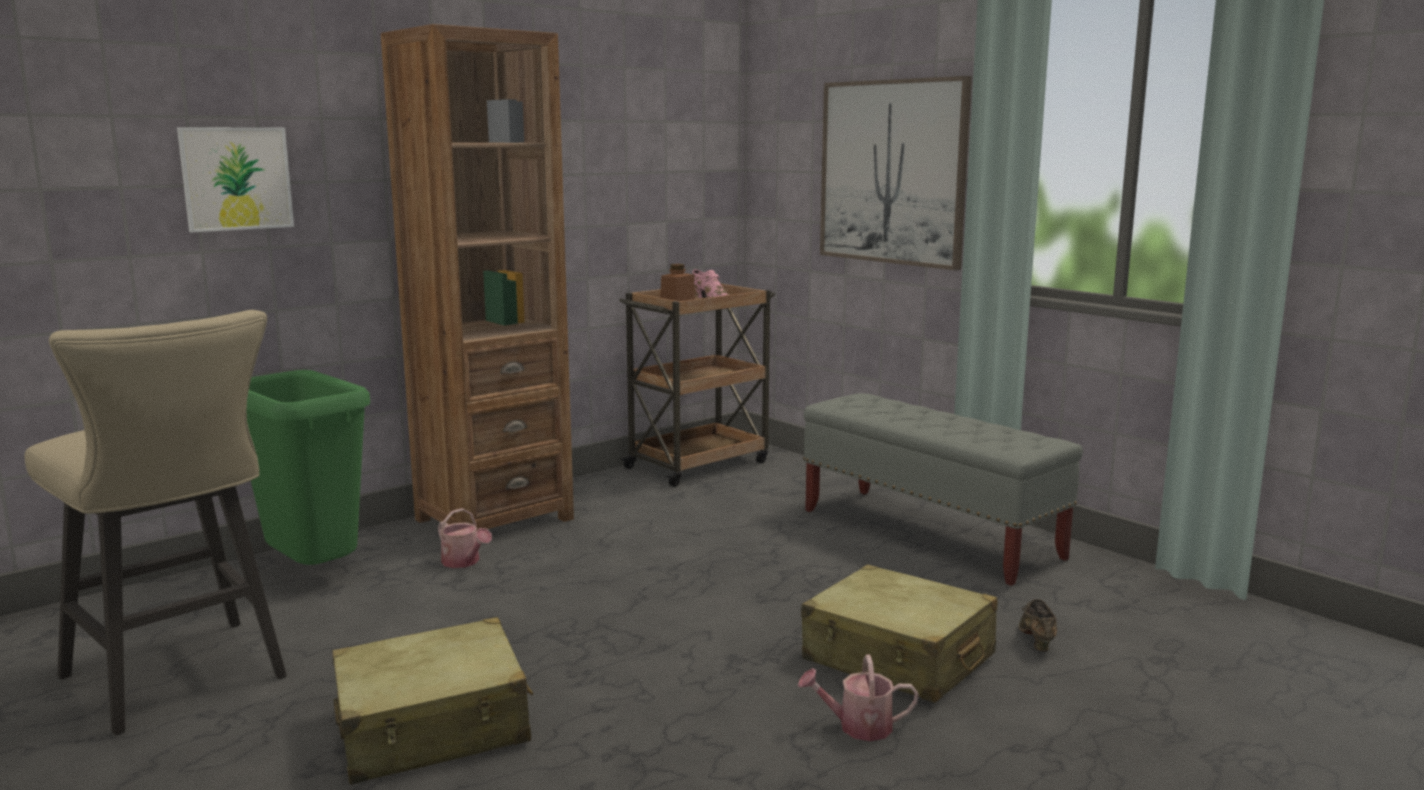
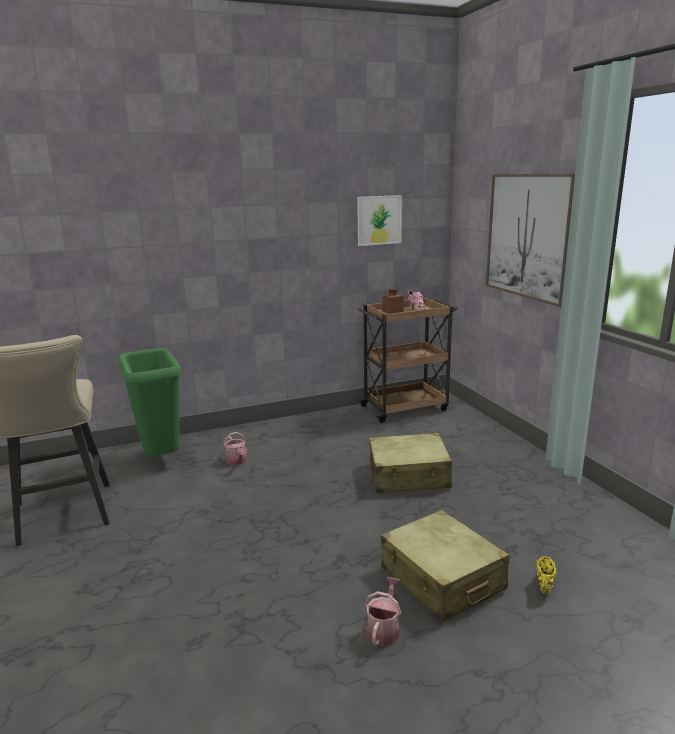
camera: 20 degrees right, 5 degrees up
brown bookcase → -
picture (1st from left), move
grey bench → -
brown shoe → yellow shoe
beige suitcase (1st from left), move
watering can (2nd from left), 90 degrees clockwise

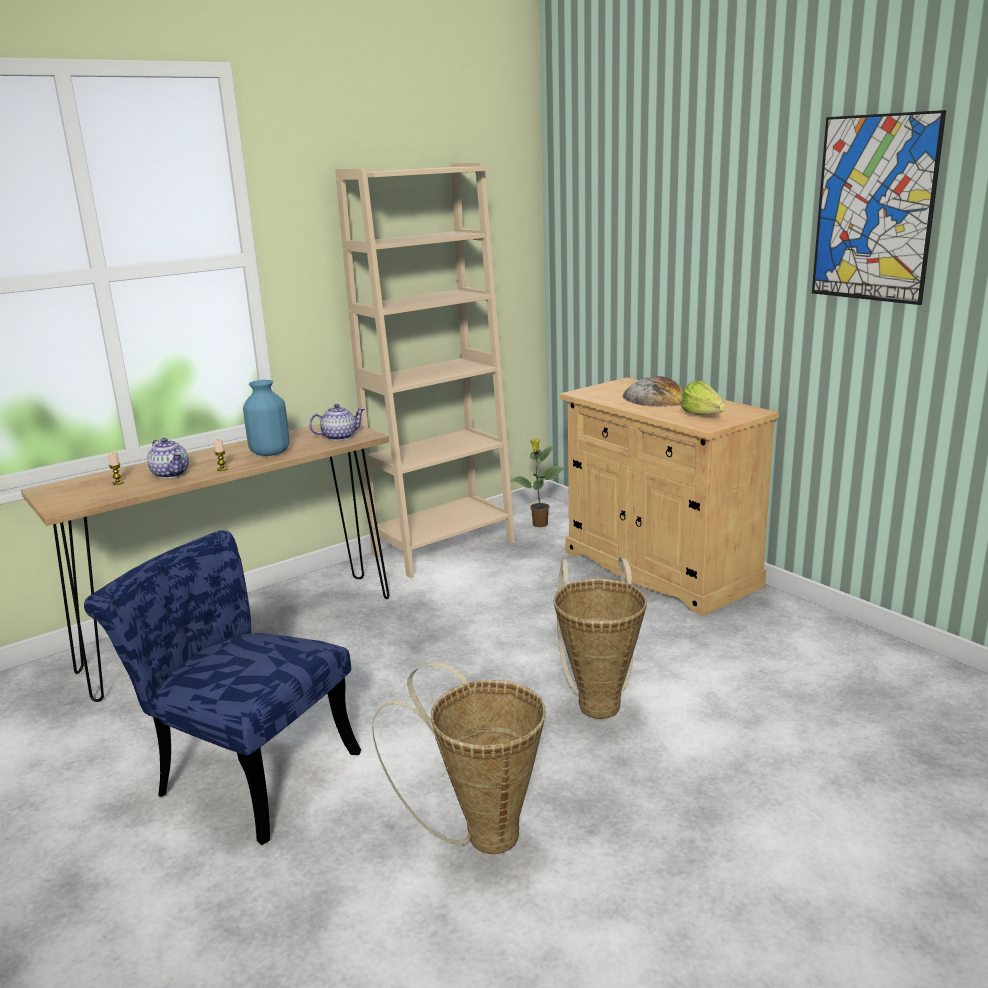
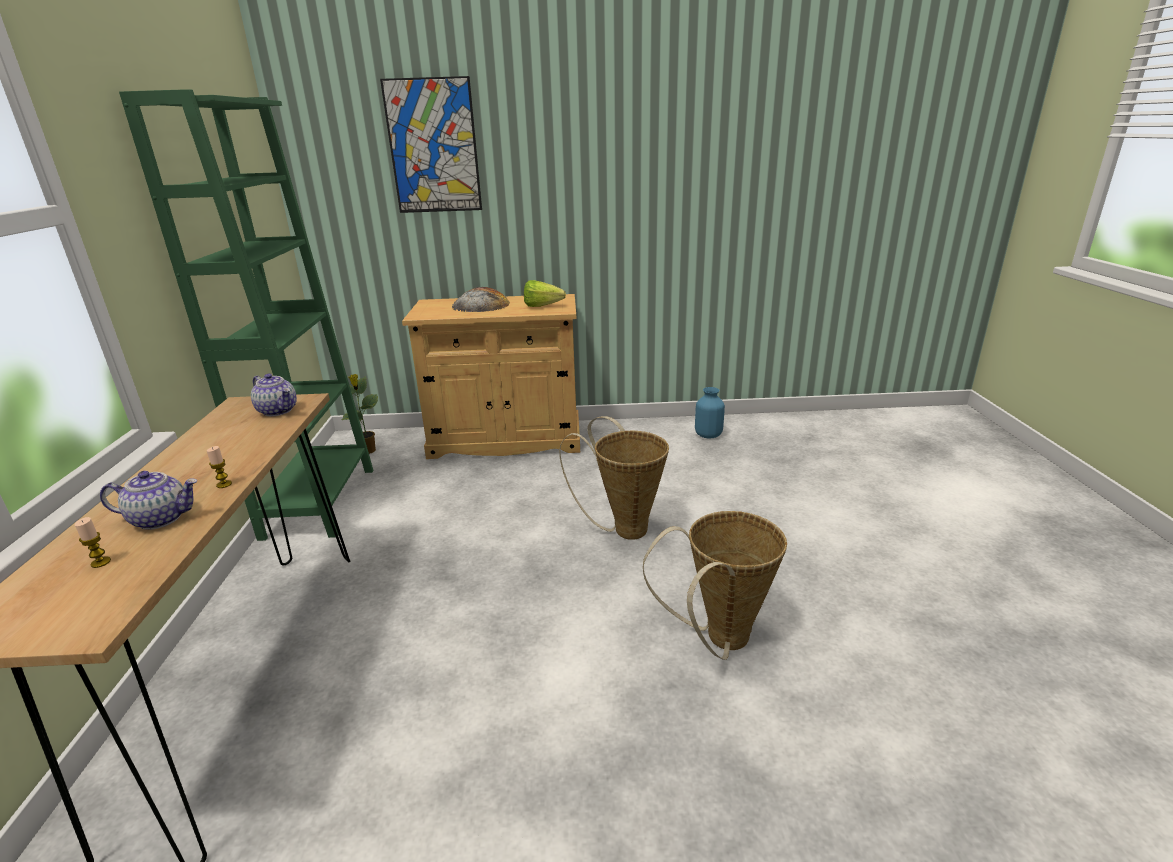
camera: 55 degrees left, 5 degrees up
picture, move
beige bookcase → green bookcase
blue vase, move
teapot (2nd from left), 120 degrees clockwise
blue chair → -

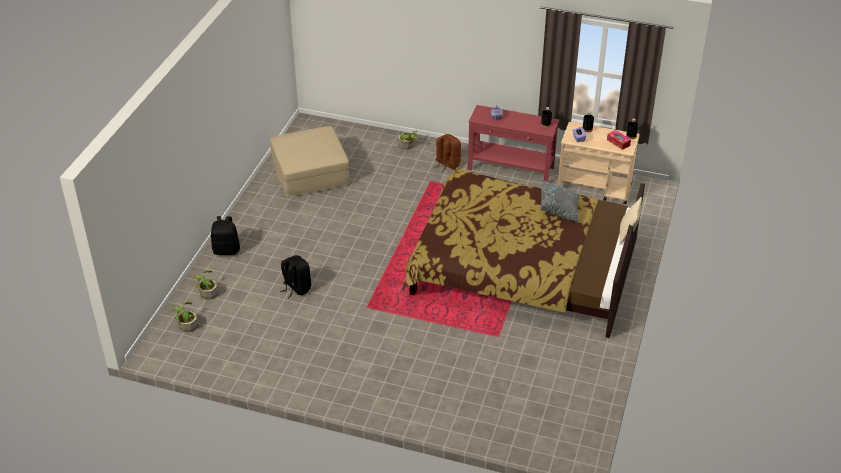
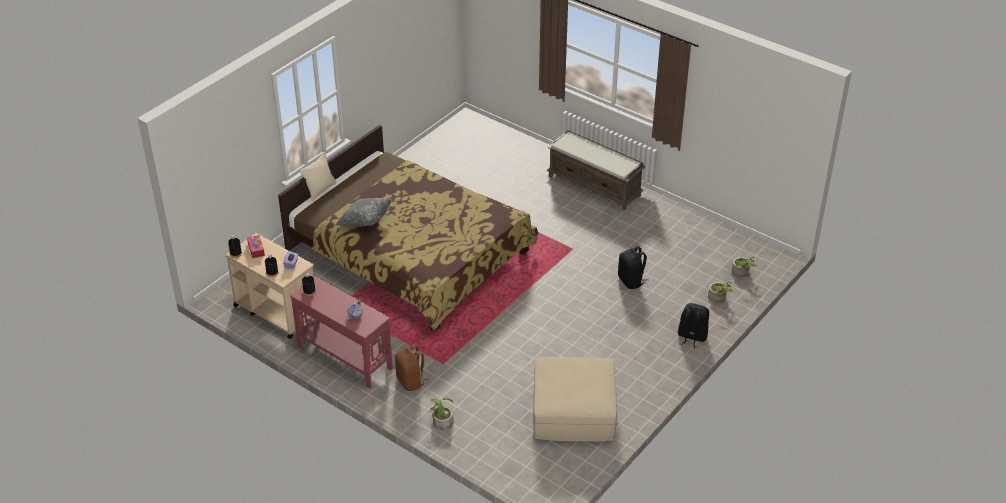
camera: 160 degrees left, 0 degrees up
- → brown bench

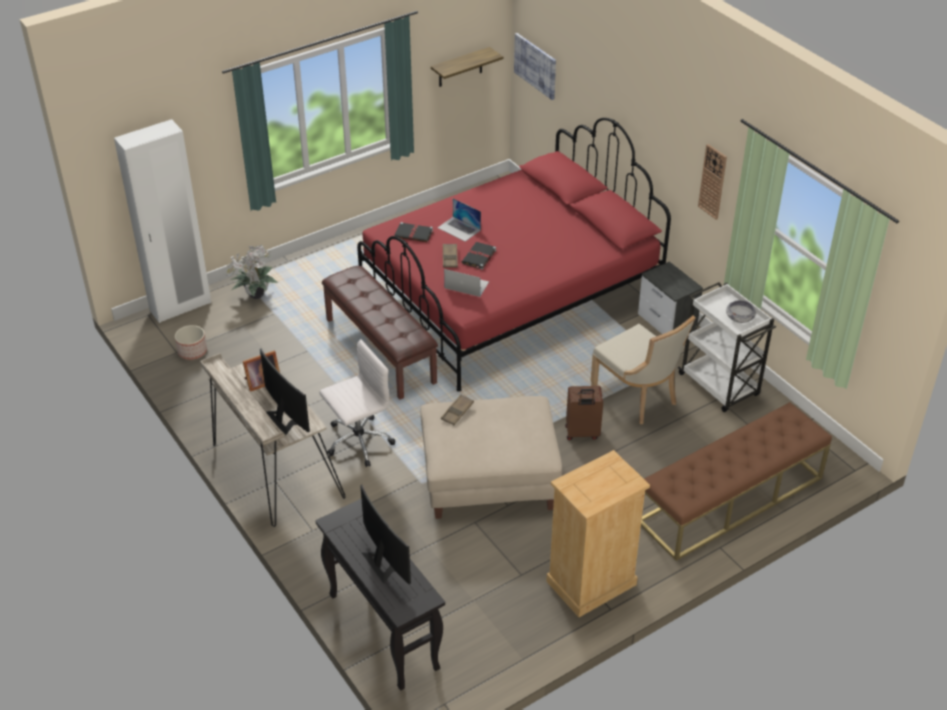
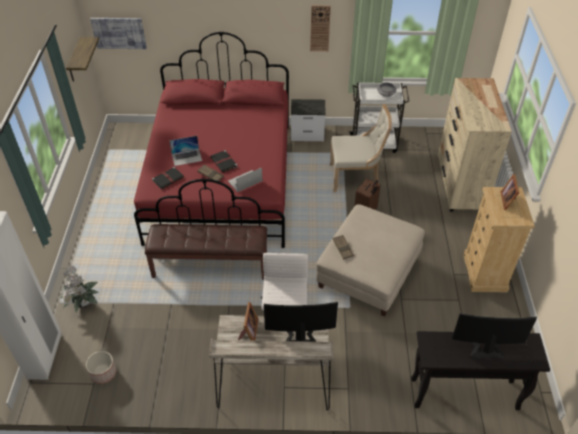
camera: 55 degrees left, 5 degrees up
brown bench (2nd from left) → beige dresser (1st from left)
- → picture frame (2nd from left)

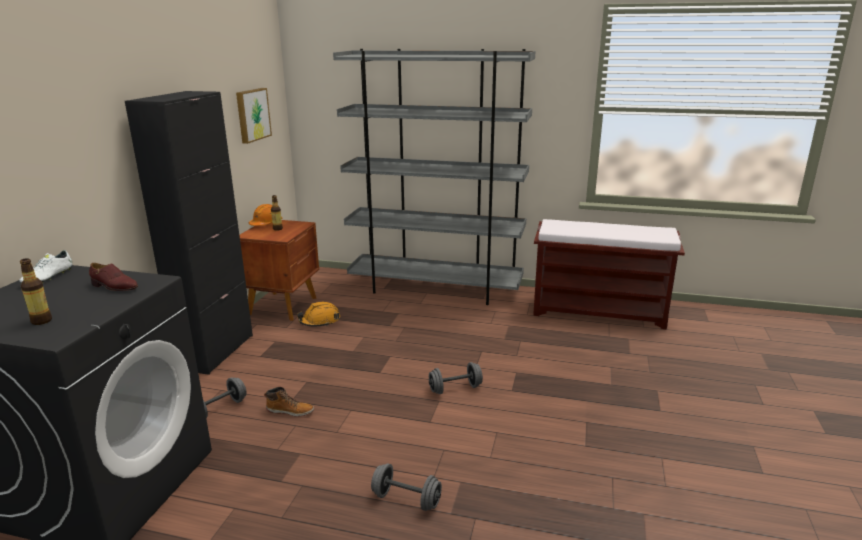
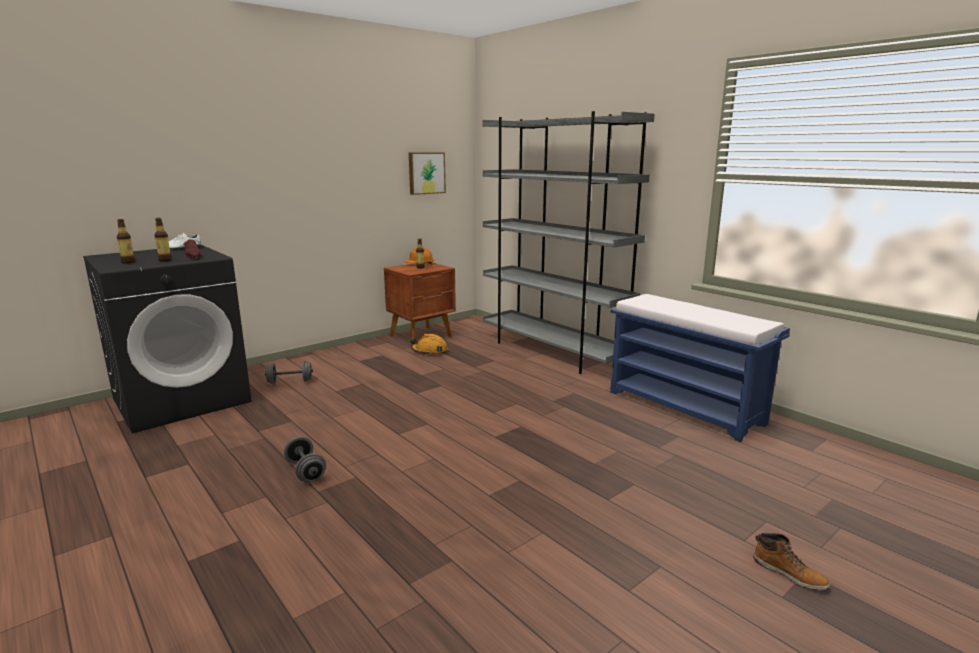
camera: 35 degrees right, 5 degrees down
black cabinet → -
brown bench → blue bench
grey dumbbell (3rd from left) → -
boot, move
- → bottle (2nd from left)

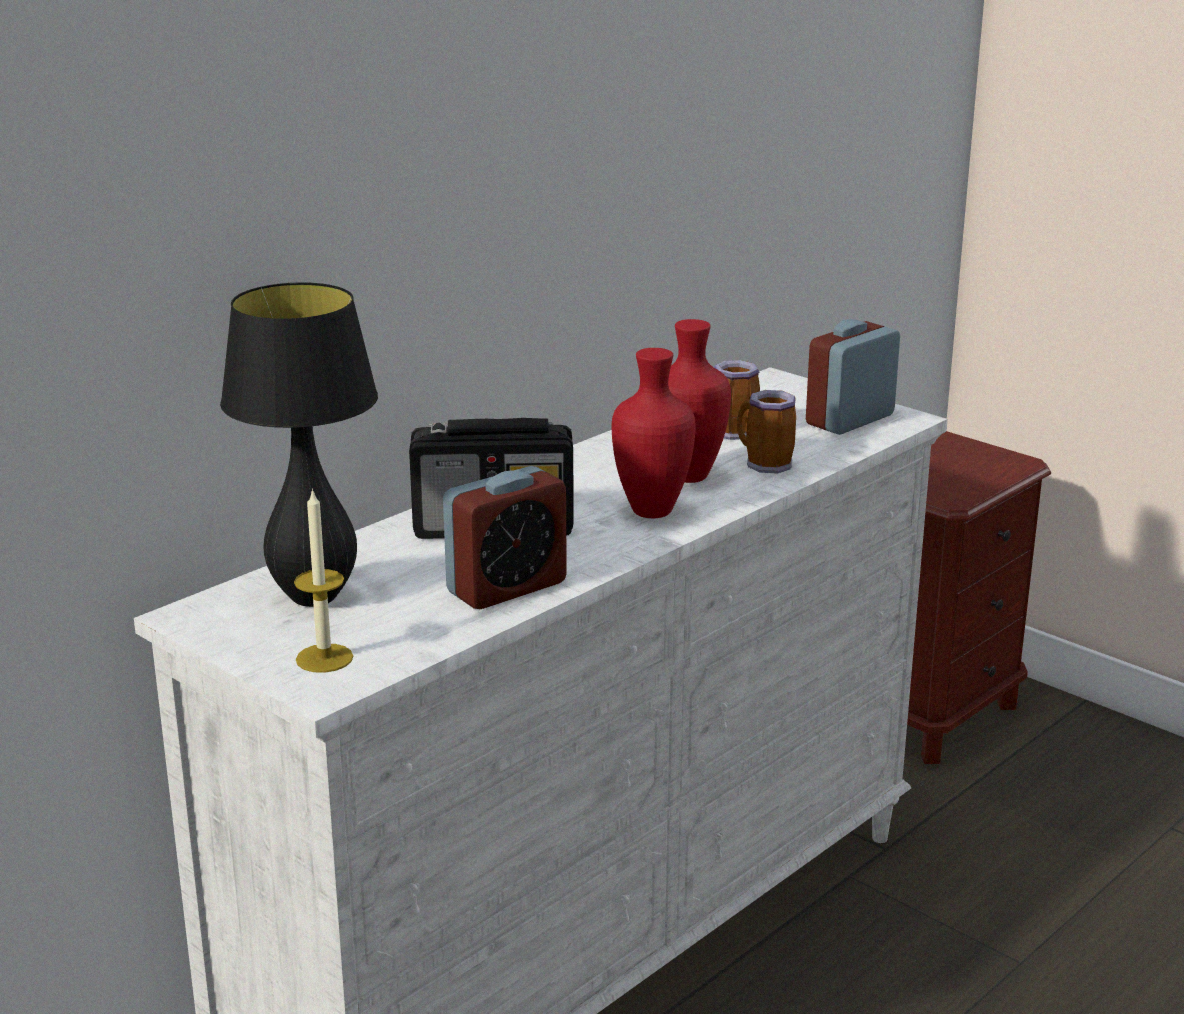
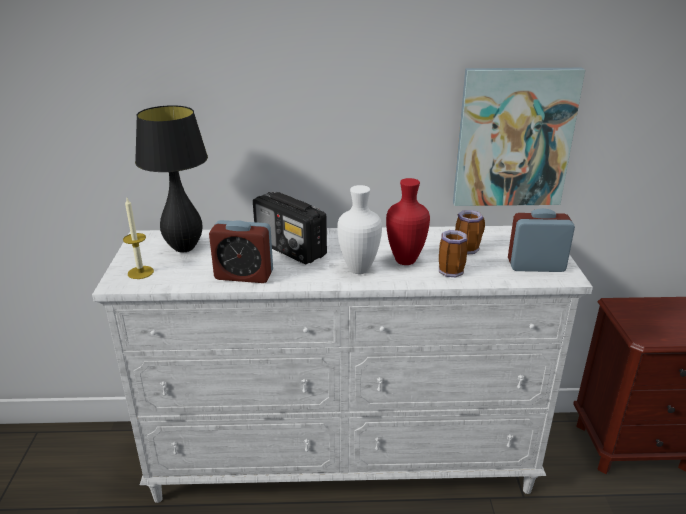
camera: 45 degrees right, 5 degrees up
red vase (1st from left) → white vase
- → picture

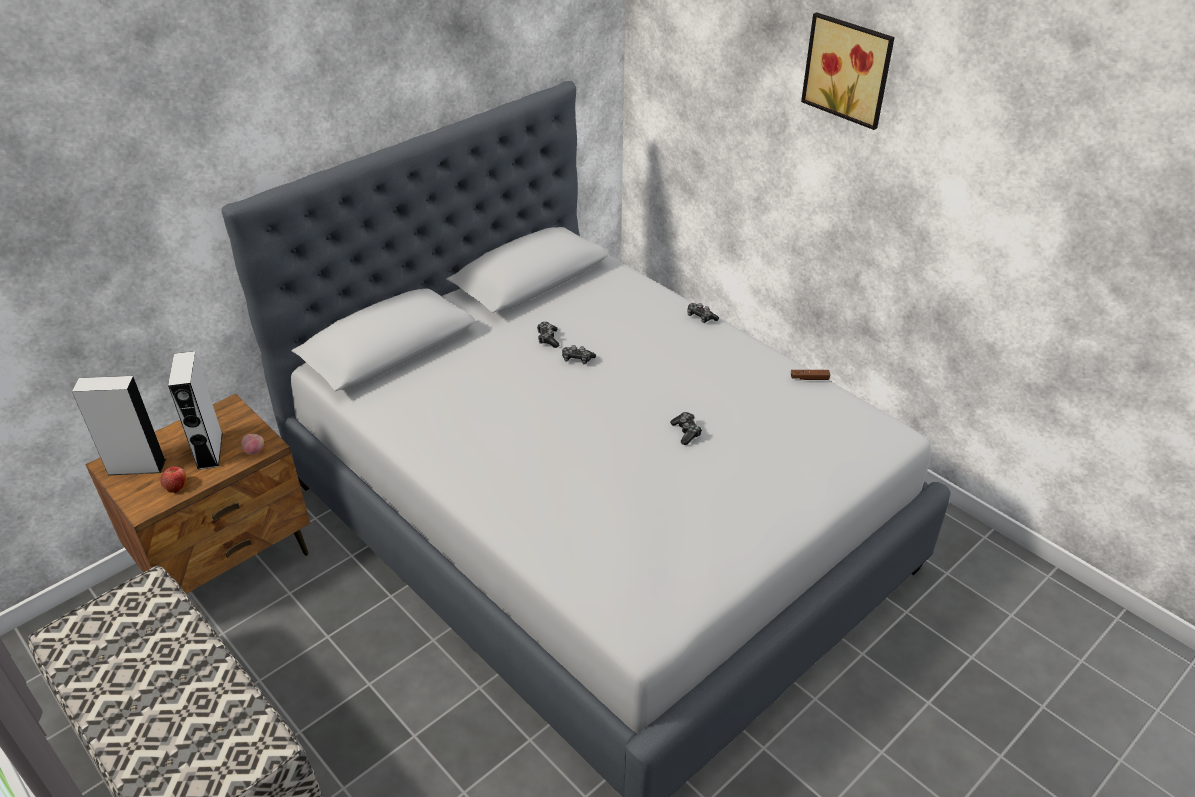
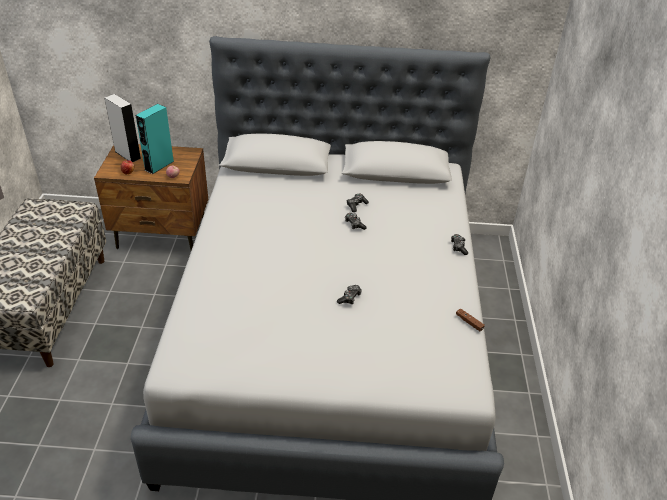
camera: 45 degrees right, 0 degrees up
picture → -
grey speaker (2nd from left) → turquoise speaker

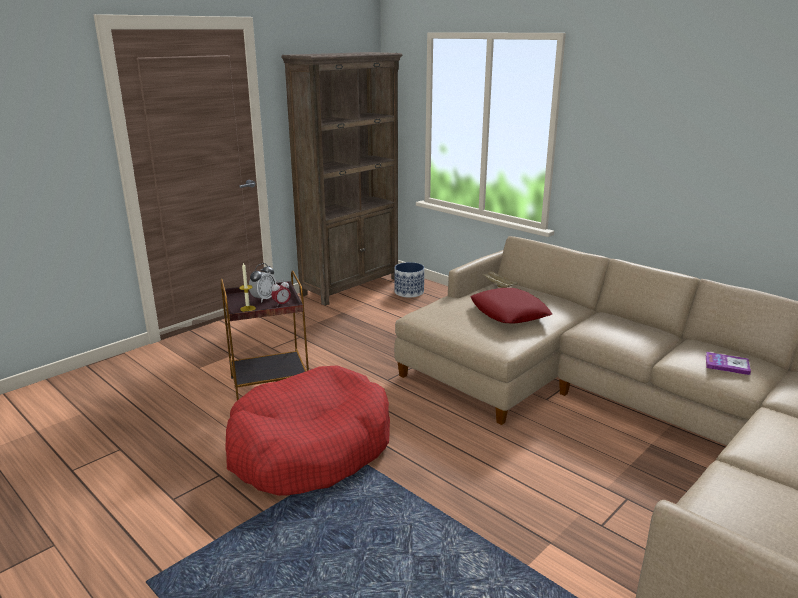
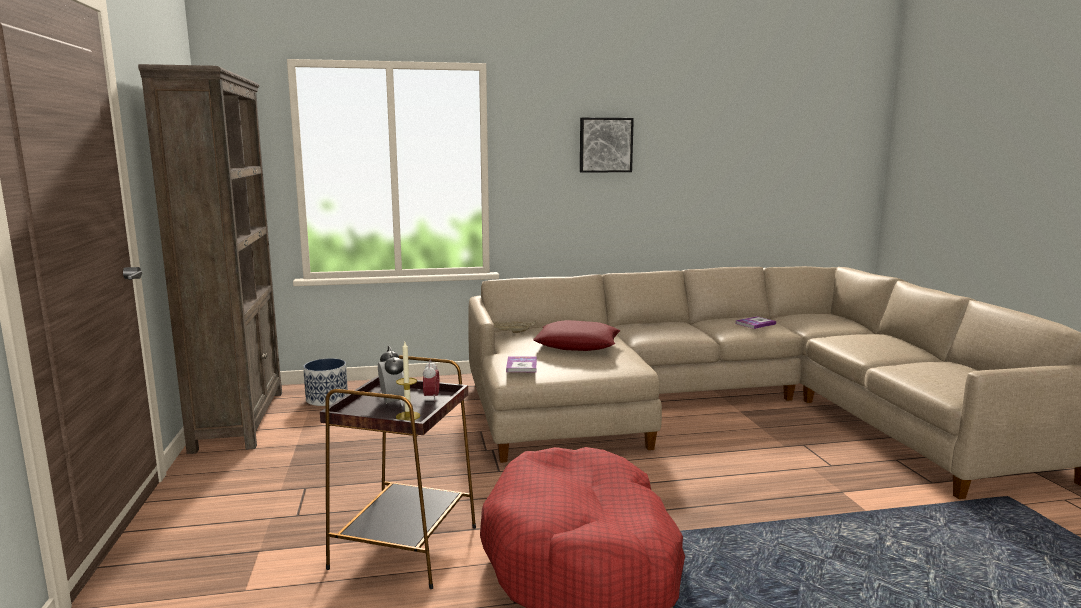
camera: 55 degrees left, 10 degrees down
- → picture
- → book (1st from left)

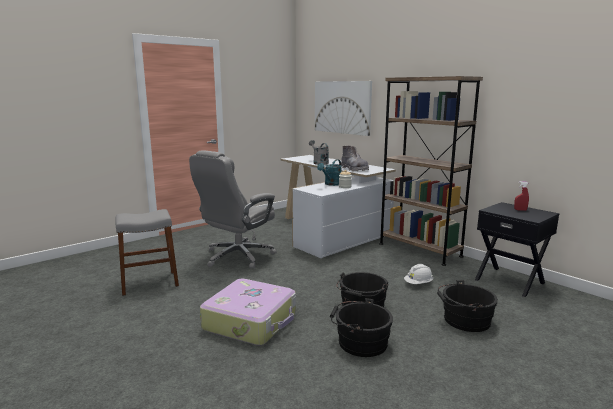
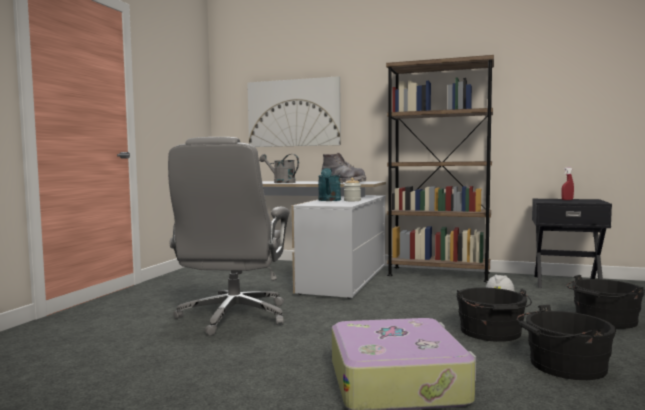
camera: 30 degrees left, 10 degrees down
grey stool → -

